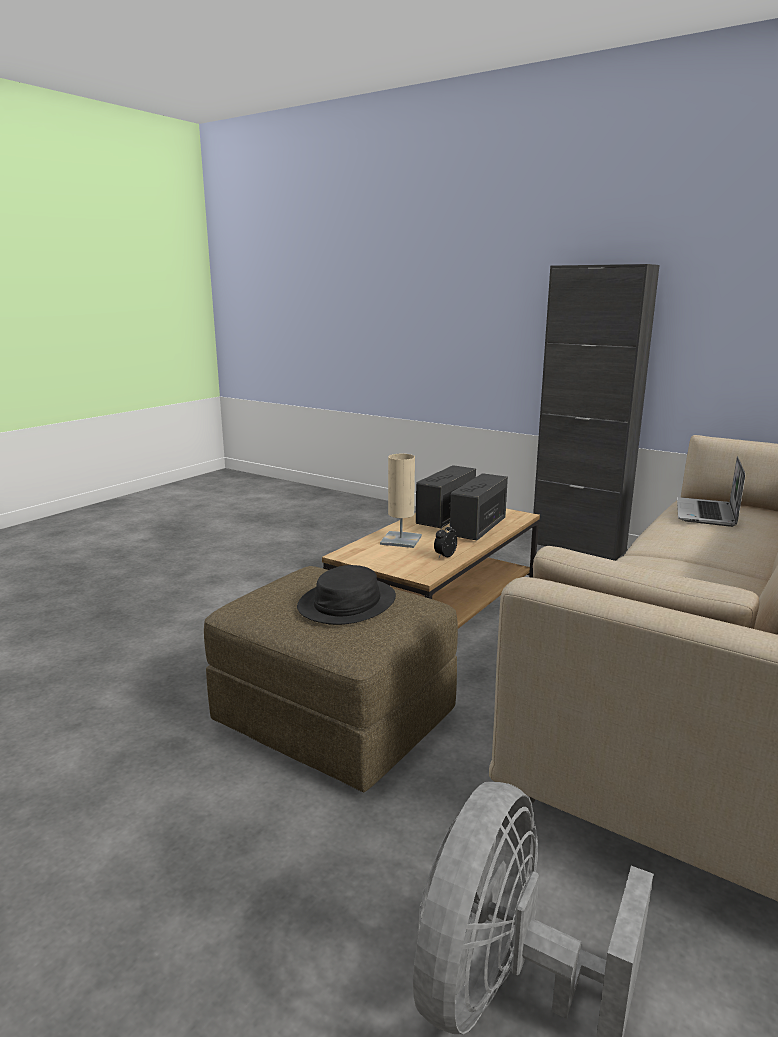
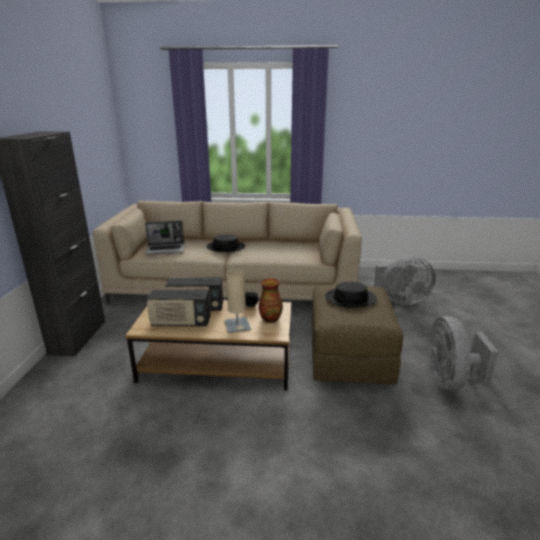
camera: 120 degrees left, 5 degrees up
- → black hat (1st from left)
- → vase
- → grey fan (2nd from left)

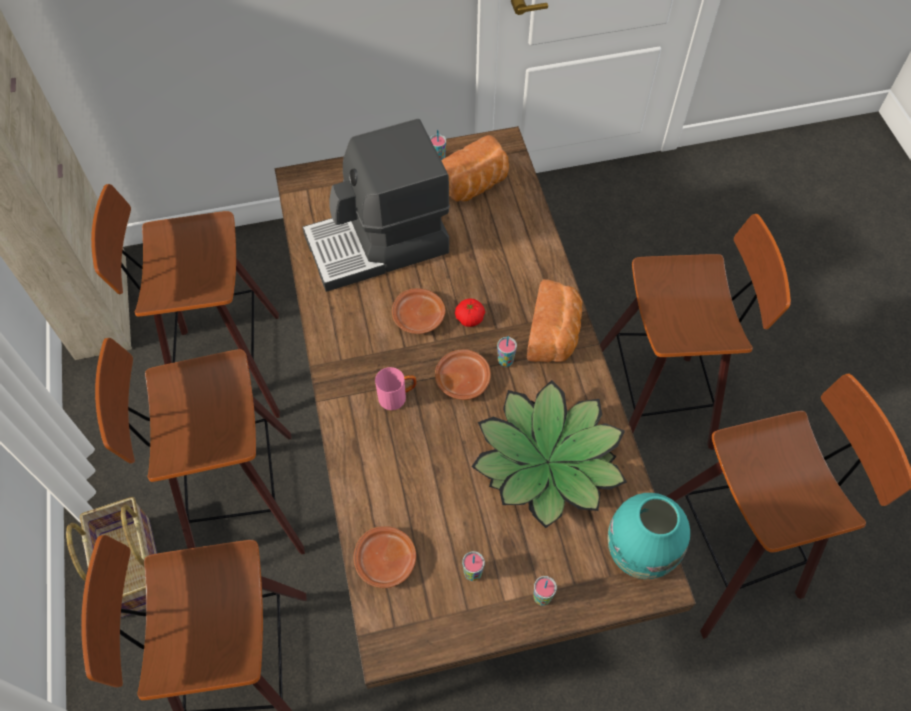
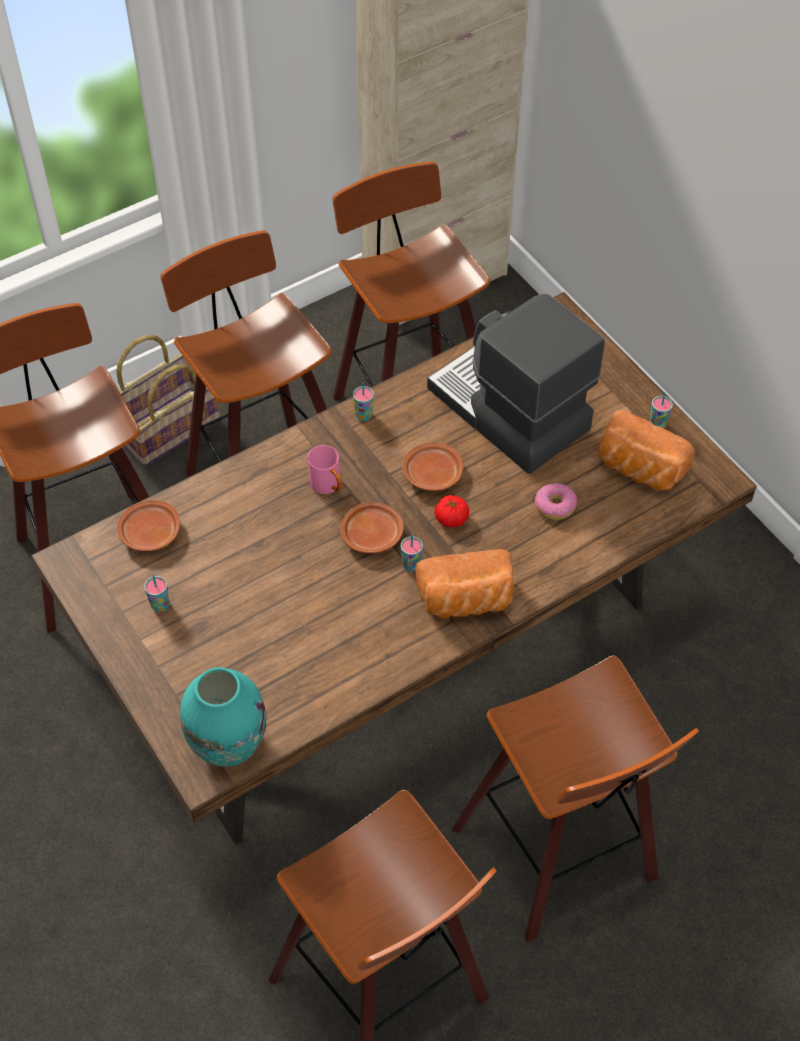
camera: 70 degrees right, 5 degrees down
potted plant → -
cup (4th from left in the first image) → cup (2nd from left), move
- → donut

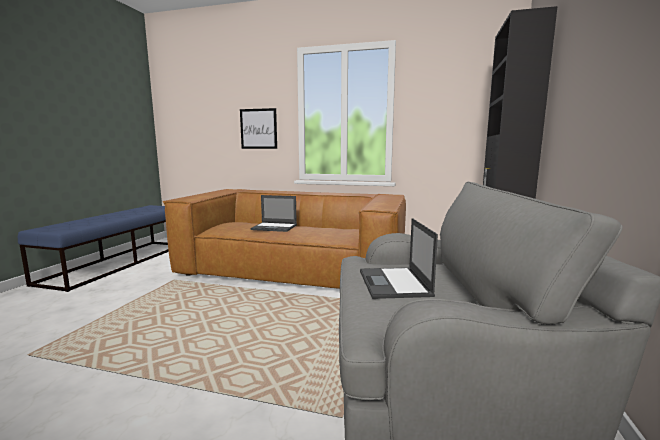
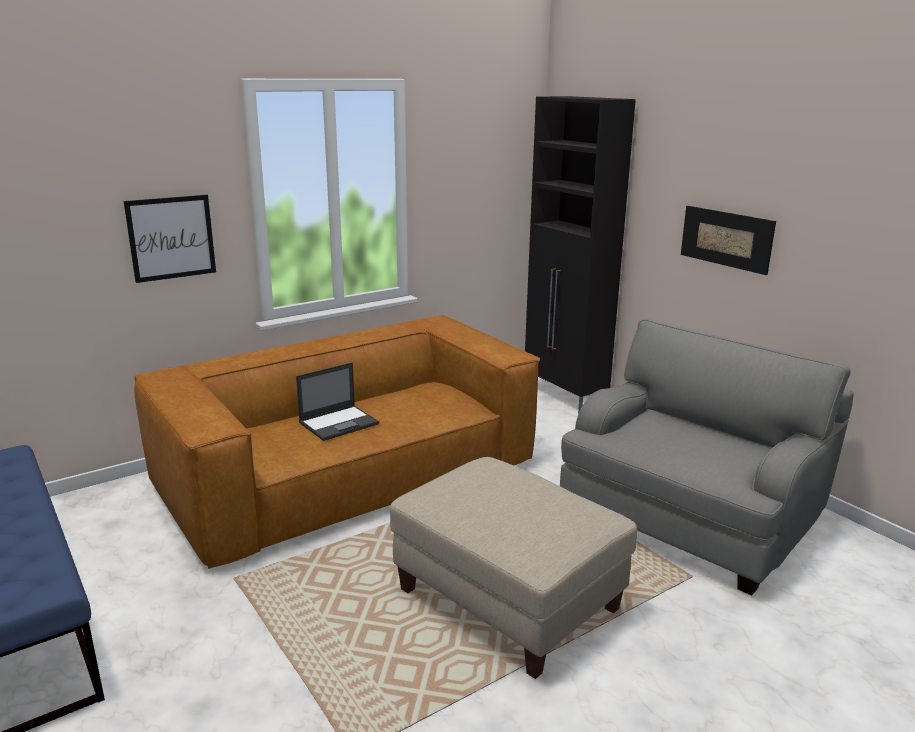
camera: 50 degrees left, 10 degrees up
laptop (2nd from left) → -
- → picture (2nd from left)
- → beige ottoman

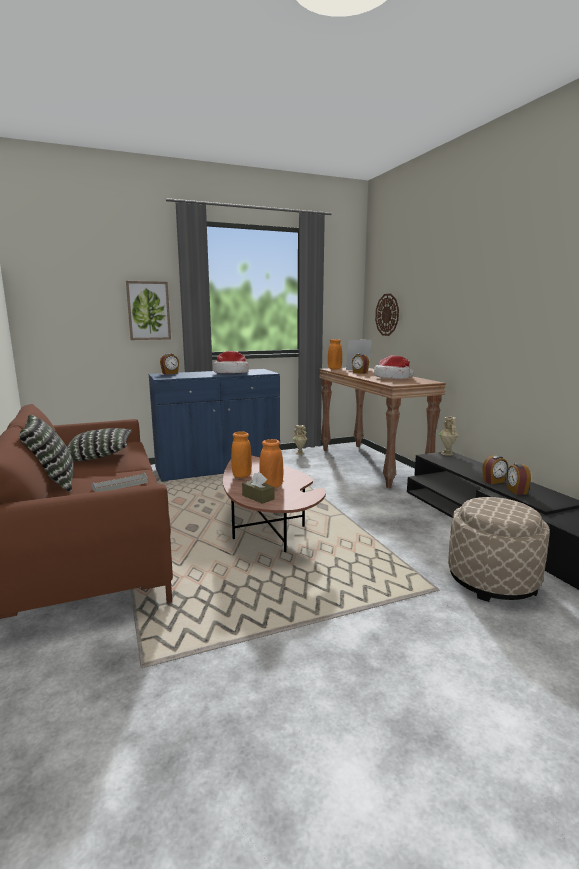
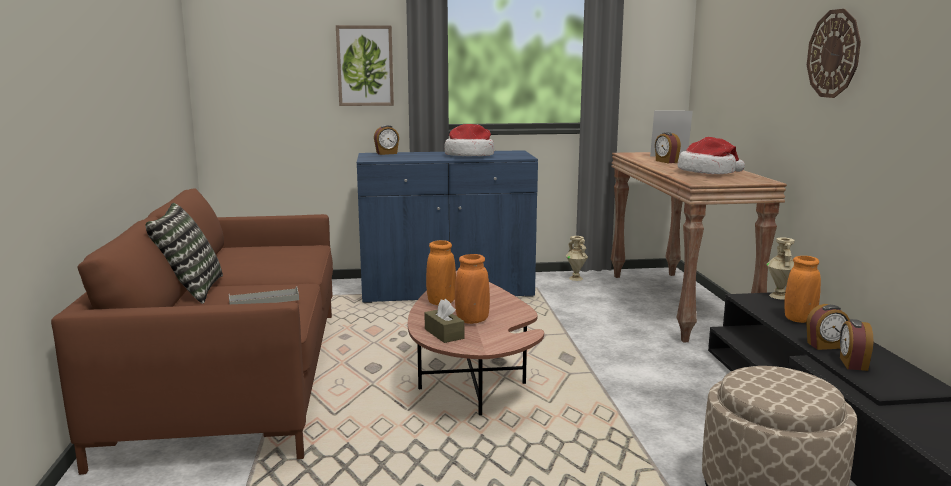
camera: 15 degrees right, 0 degrees up
wall clock, move
orange vase (3rd from left), move
pillow (2nd from left) → -

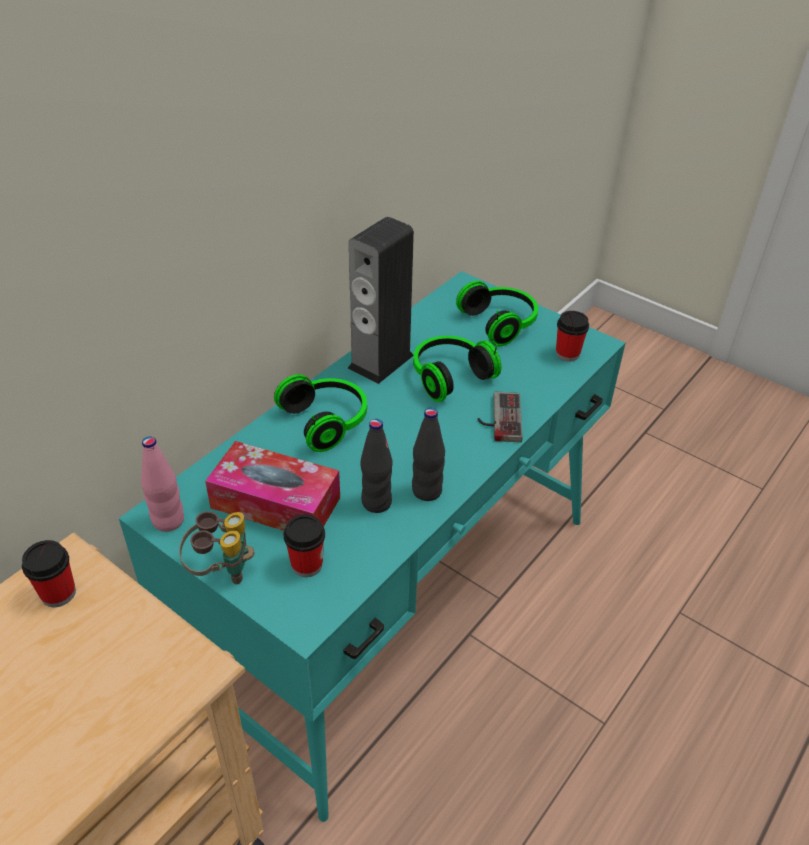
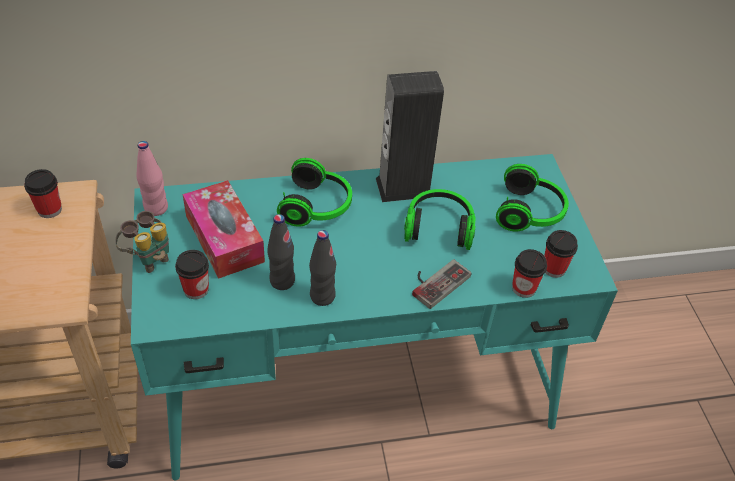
camera: 40 degrees right, 5 degrees up
- → cup (3rd from left)

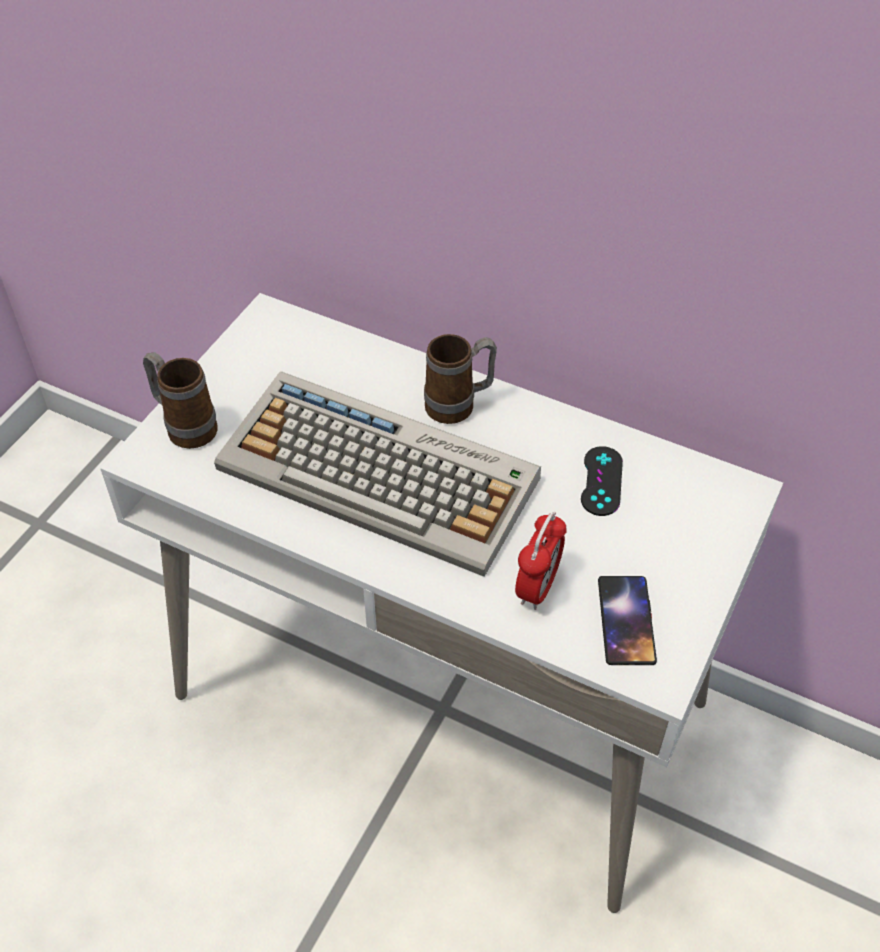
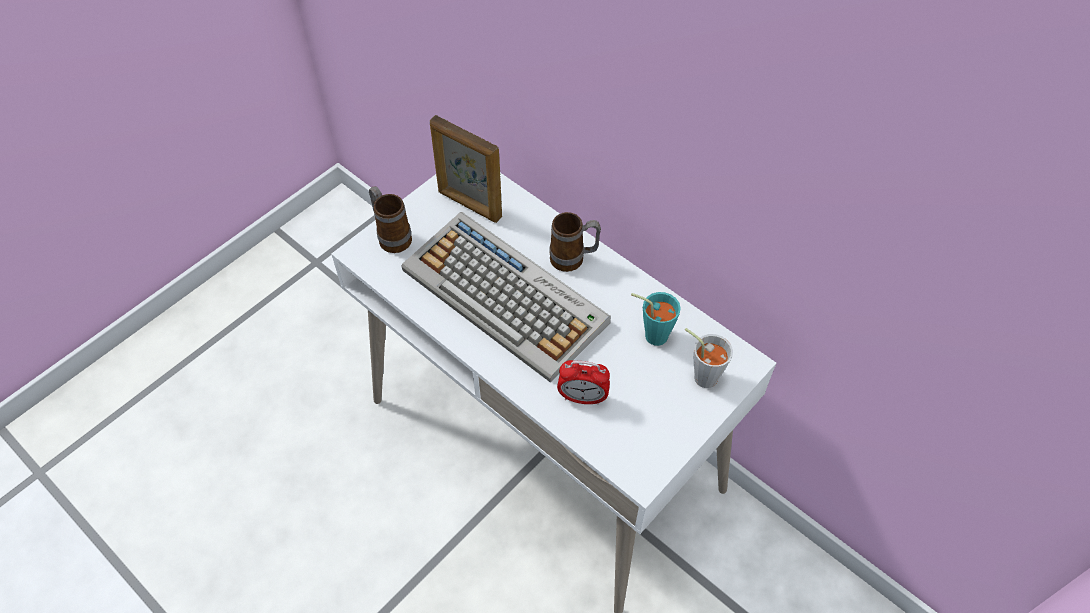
camera: 15 degrees right, 5 degrees up
black game controller → turquoise cup
alarm clock, 60 degrees clockwise
phone → -
- → picture frame
- → grey cup

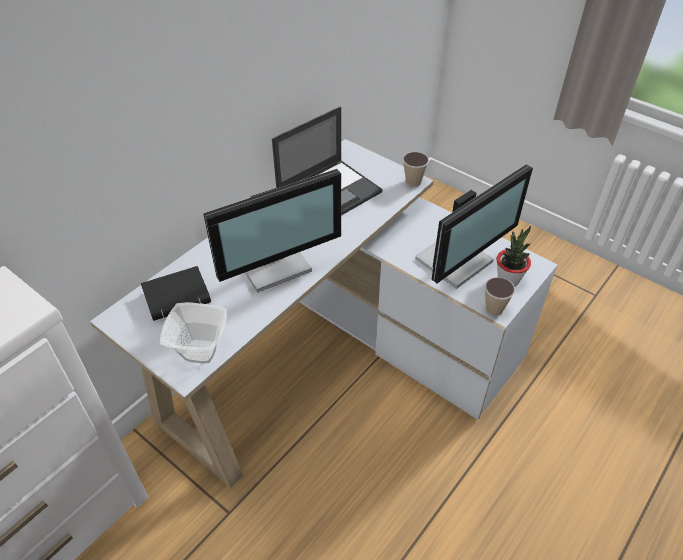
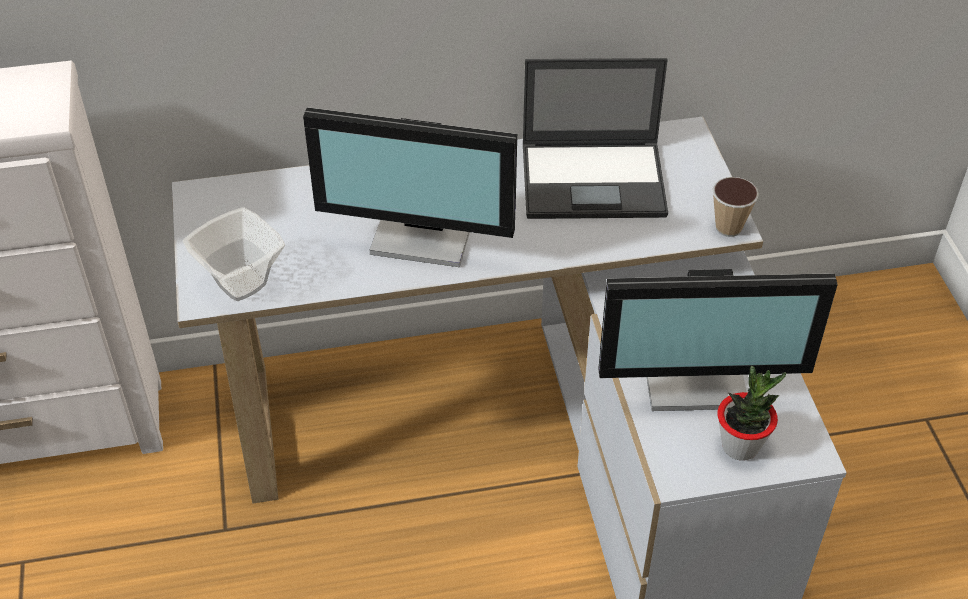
camera: 40 degrees right, 0 degrees up
black book → -
cup (2nd from left) → -

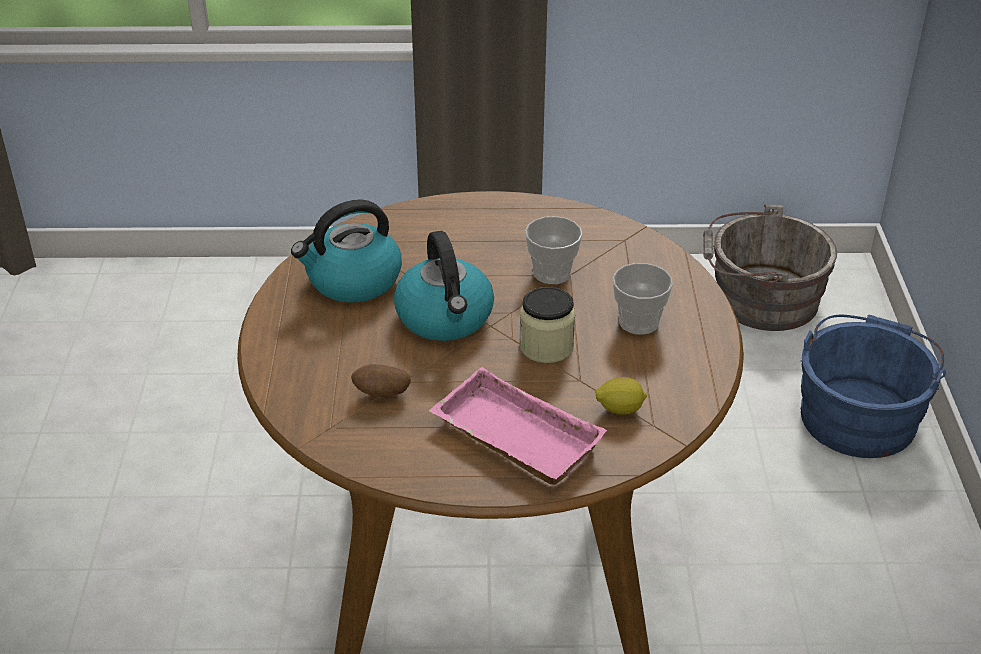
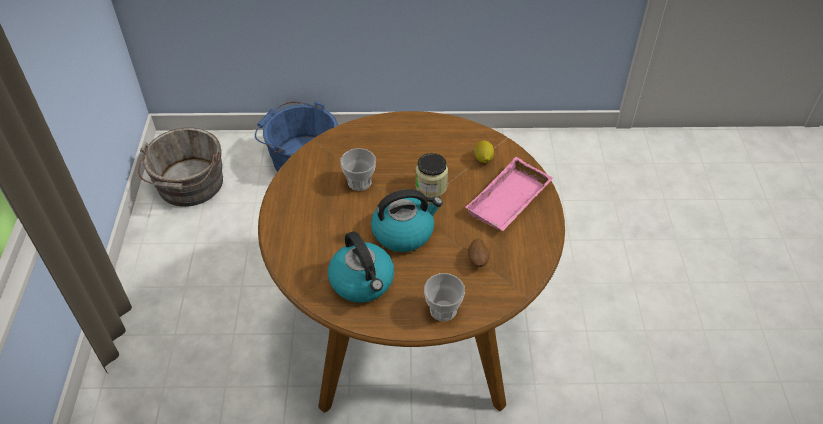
camera: 90 degrees left, 10 degrees up
cup (2nd from left), move

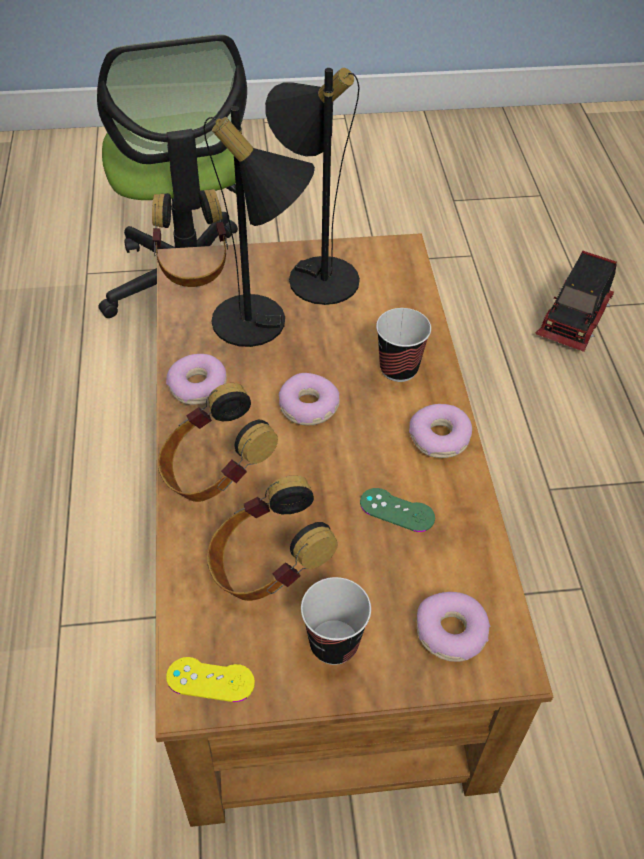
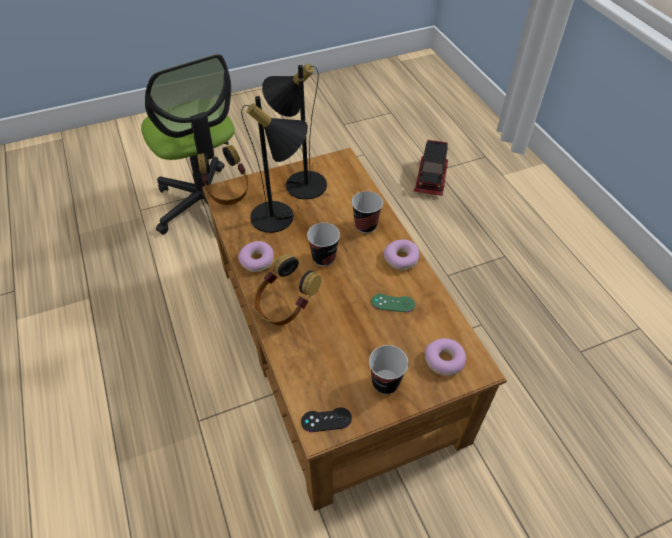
camera: 15 degrees left, 0 degrees up
donut (2nd from left) → cup (1st from left)
headphones (3rd from left) → -
yellow game controller → black game controller

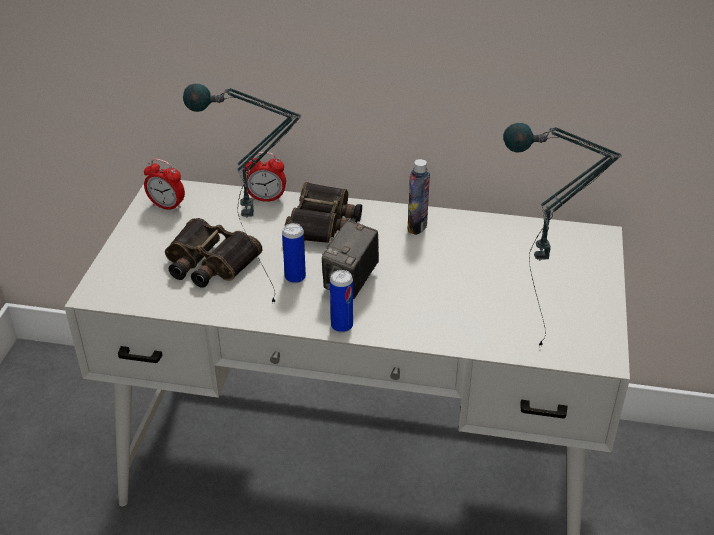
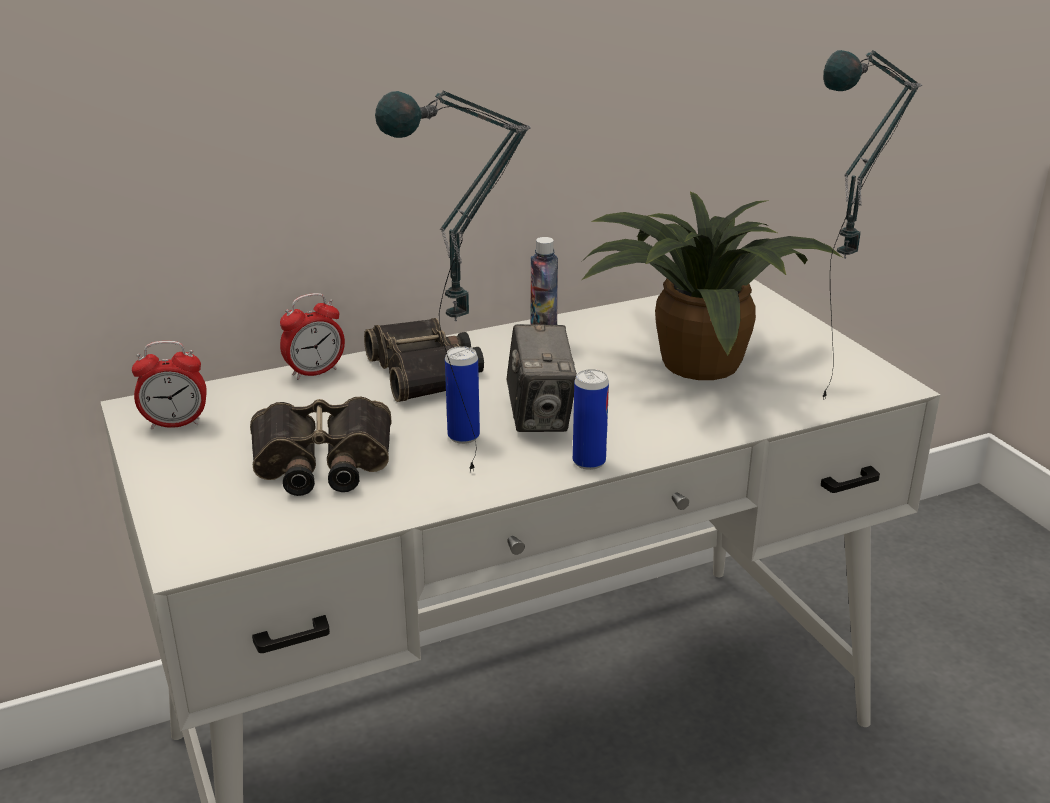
camera: 35 degrees left, 10 degrees down
- → potted plant

